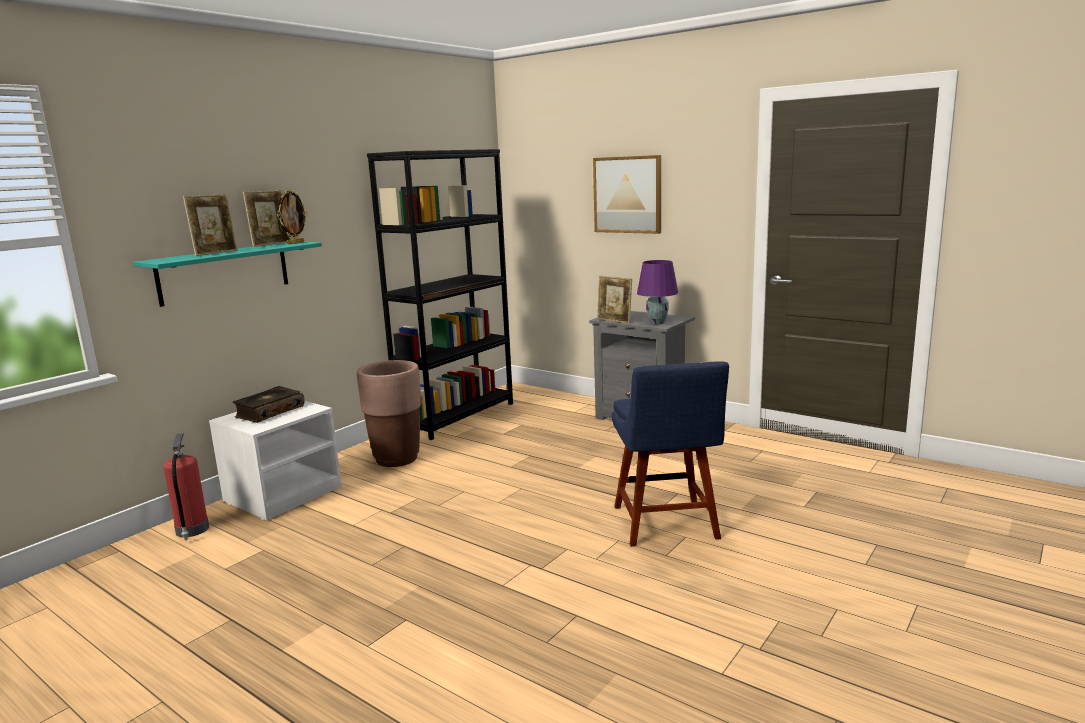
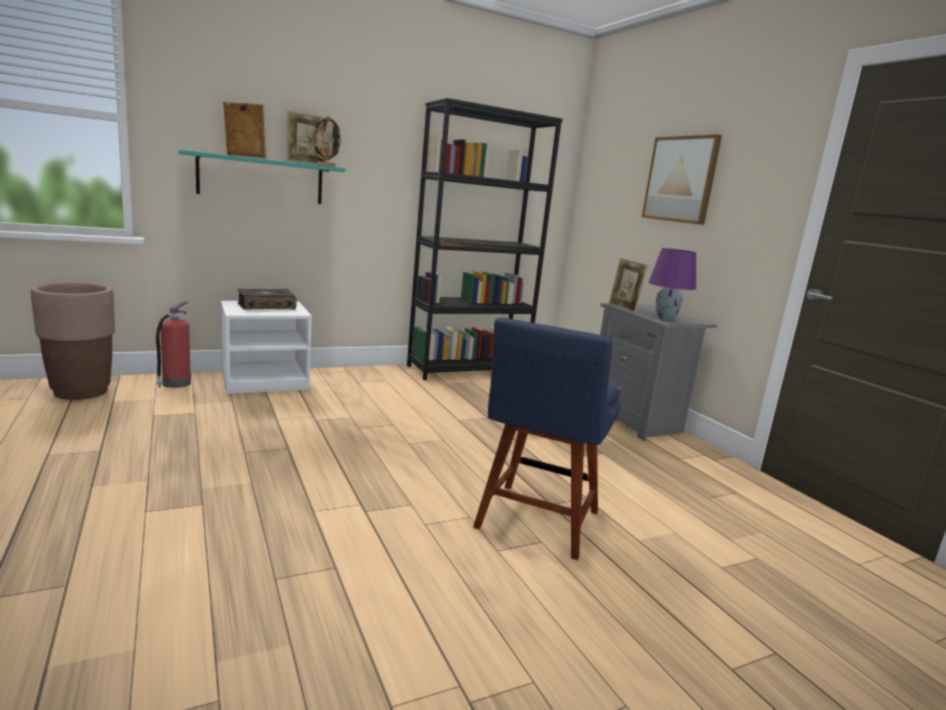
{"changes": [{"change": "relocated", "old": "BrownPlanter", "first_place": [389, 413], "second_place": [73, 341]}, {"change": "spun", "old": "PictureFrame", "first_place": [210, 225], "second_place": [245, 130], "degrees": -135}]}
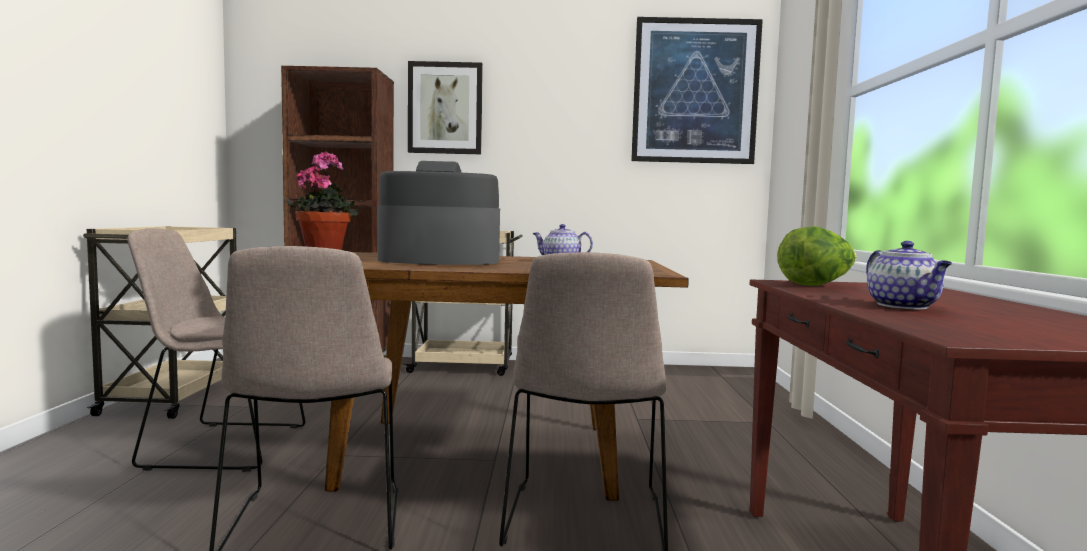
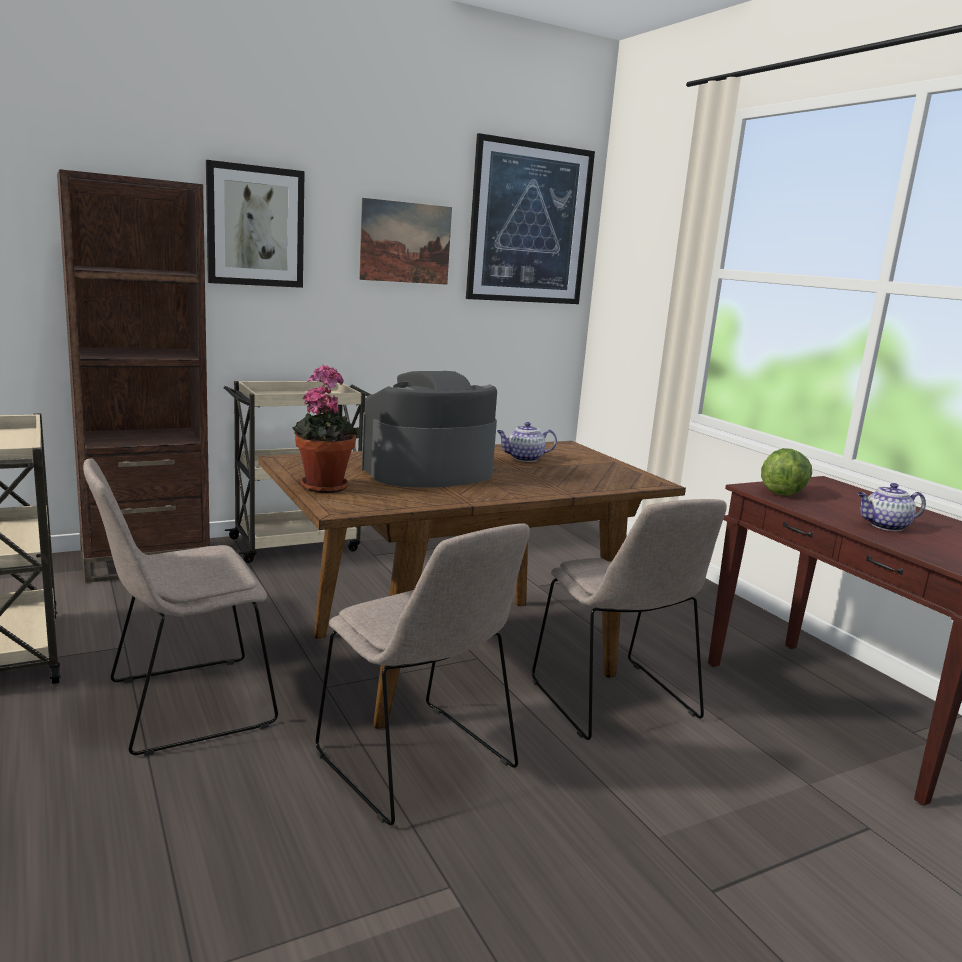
{"changes": [{"change": "appeared", "new": "Picture", "second_place": [405, 241]}, {"change": "spun", "old": "Teapot", "first_place": [909, 275], "second_place": [891, 507], "degrees": 120}]}
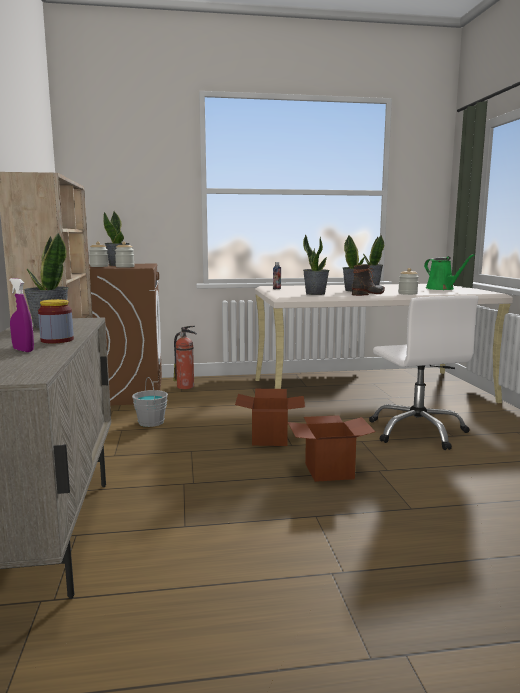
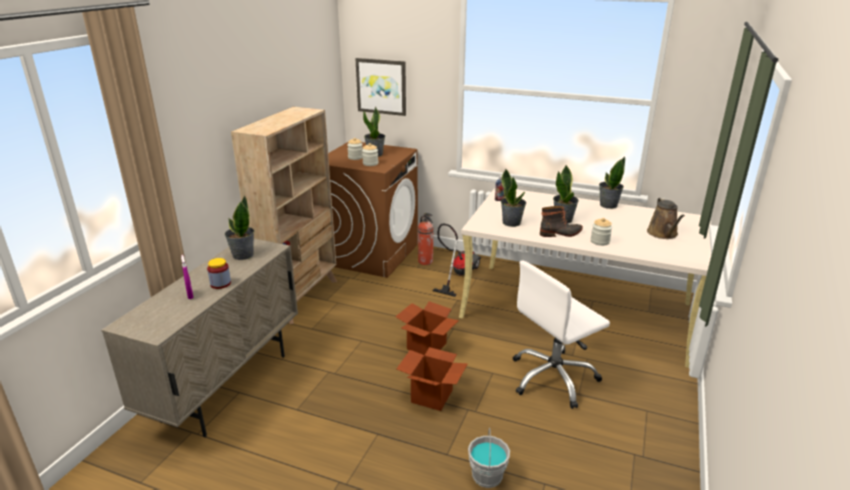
{"changes": [{"change": "appeared", "new": "Picture", "second_place": [380, 87]}, {"change": "appeared", "new": "VacuumCleaner", "second_place": [457, 260]}, {"change": "relocated", "old": "GreyBucket", "first_place": [150, 402], "second_place": [489, 458]}, {"change": "colour", "old": "GreenWateringCan", "new": "BrownWateringCan", "first_place": [449, 272], "second_place": [666, 218]}, {"change": "spun", "old": "WhiteOfficeChair", "first_place": [424, 373], "second_place": [561, 334], "degrees": 45}]}
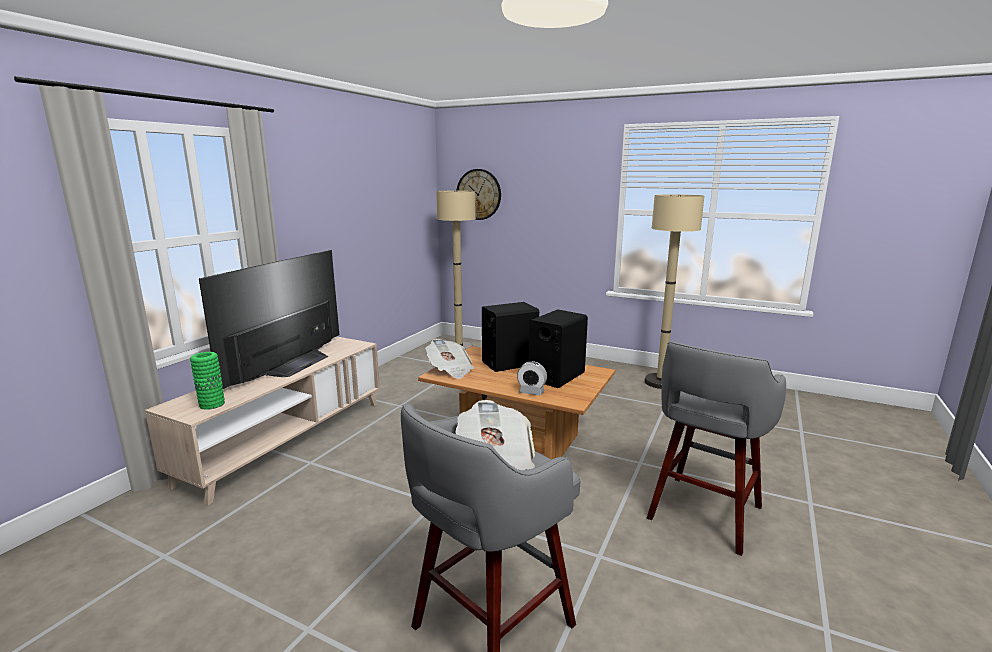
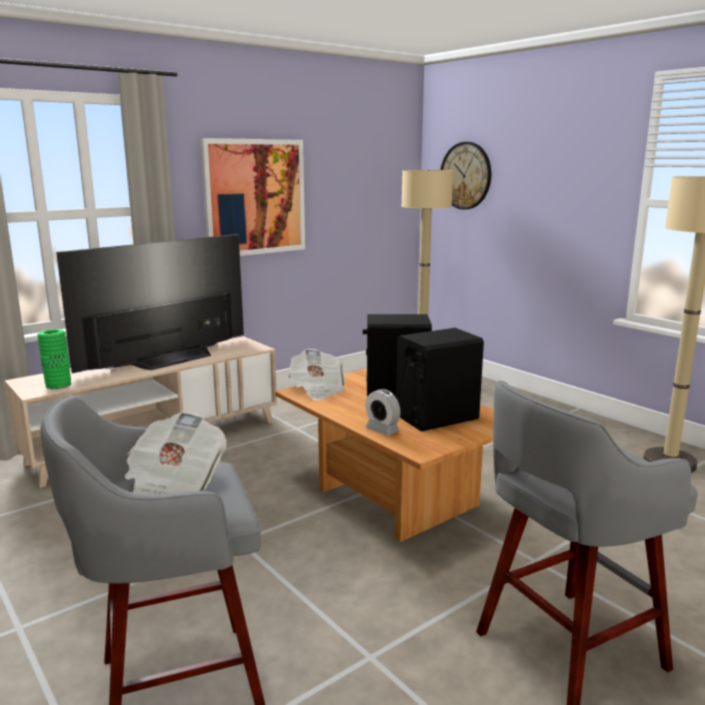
{"changes": [{"change": "appeared", "new": "Picture", "second_place": [252, 197]}]}
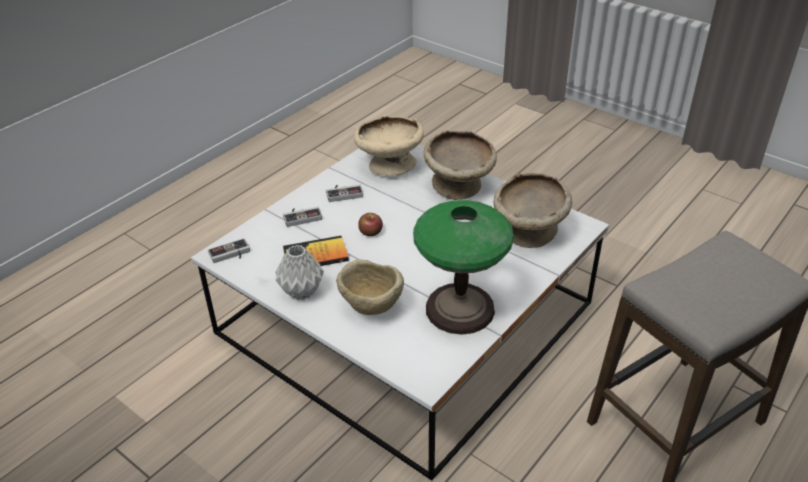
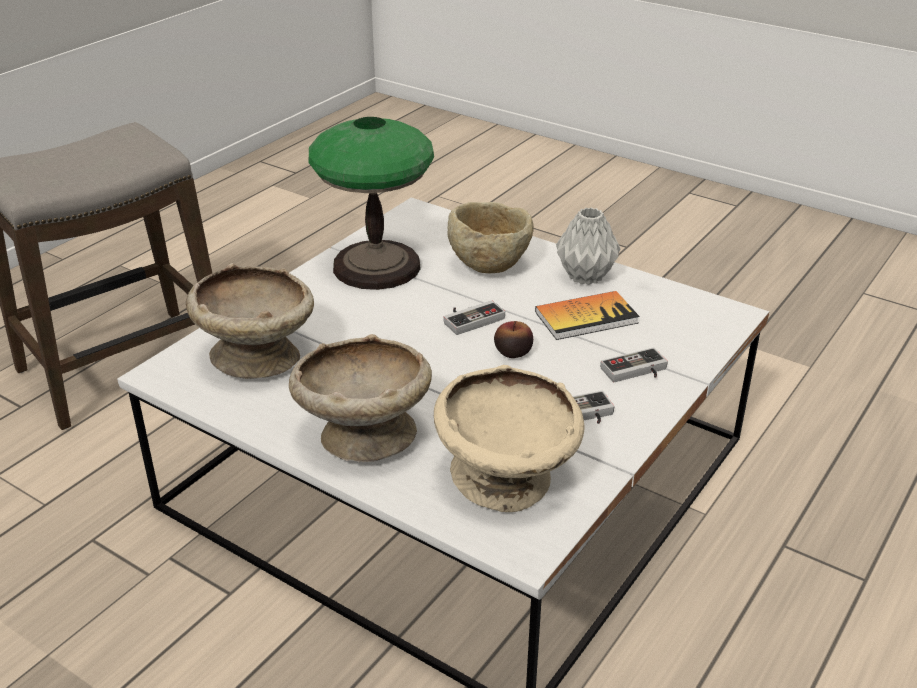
{"changes": [{"change": "relocated", "old": "GameController", "first_place": [229, 250], "second_place": [474, 317]}]}
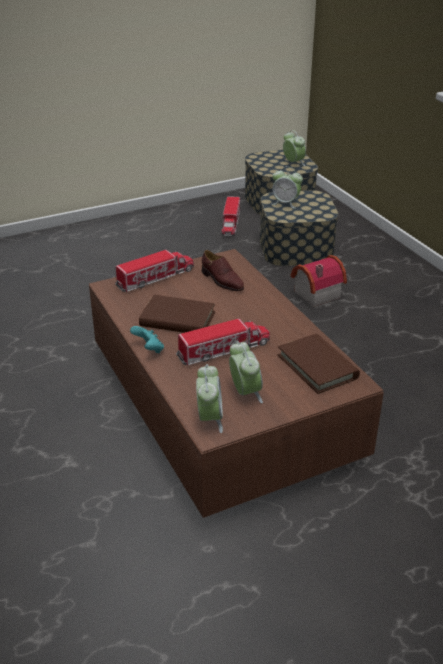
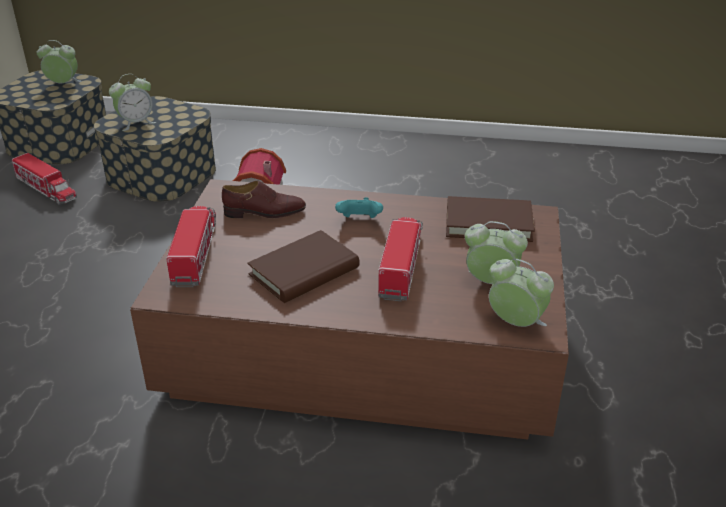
{"changes": [{"change": "relocated", "old": "TurquoiseGameController", "first_place": [147, 339], "second_place": [359, 207]}]}
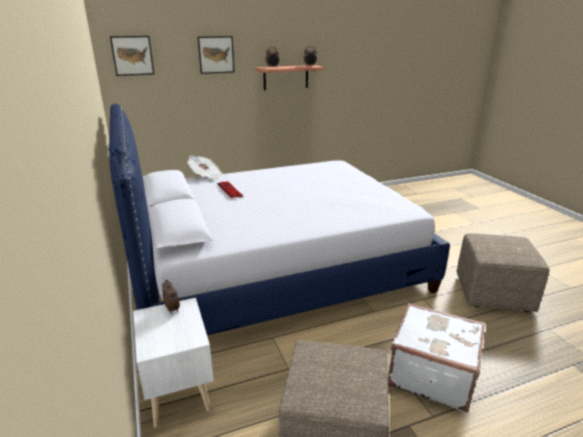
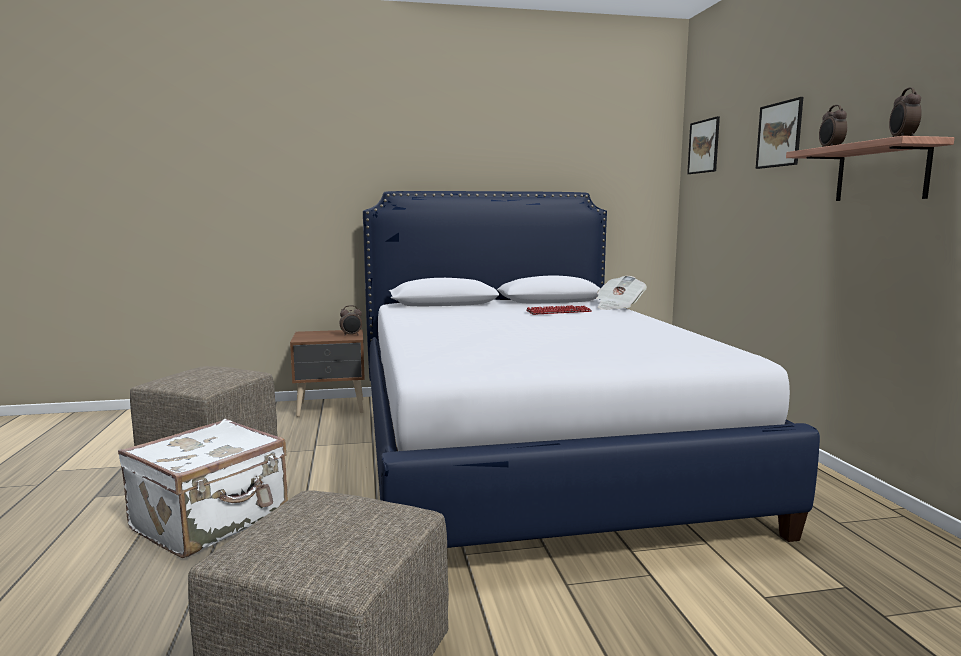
{"changes": [{"change": "colour", "old": "WhiteNightstand", "new": "BrownNightstand", "first_place": [173, 363], "second_place": [327, 373]}]}
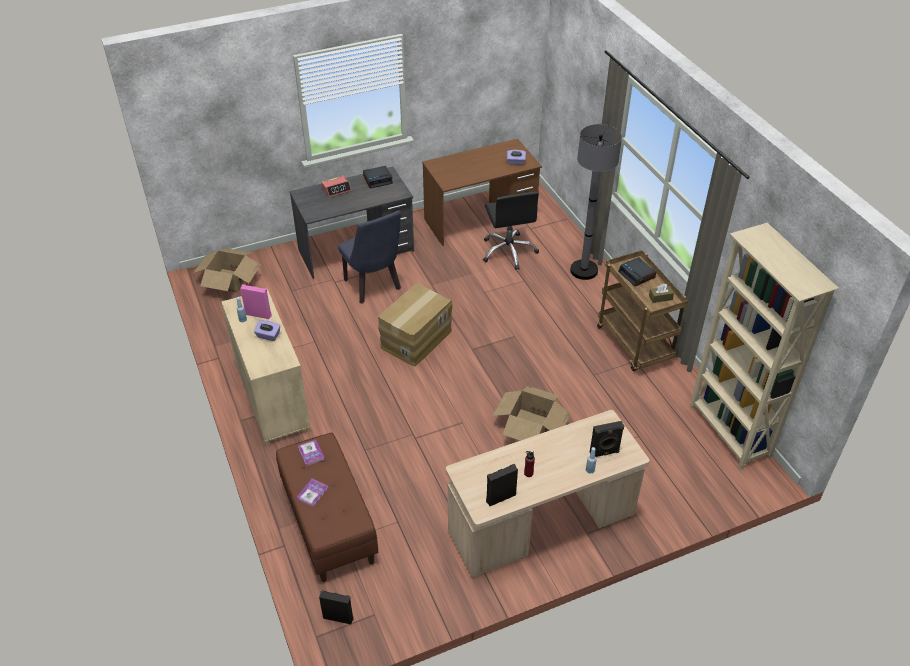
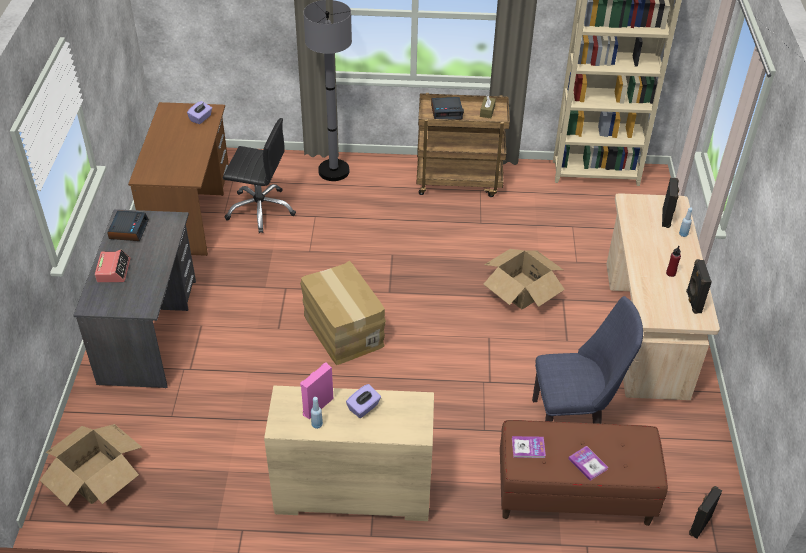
{"changes": [{"change": "relocated", "old": "BlueChair", "first_place": [369, 257], "second_place": [587, 360]}]}
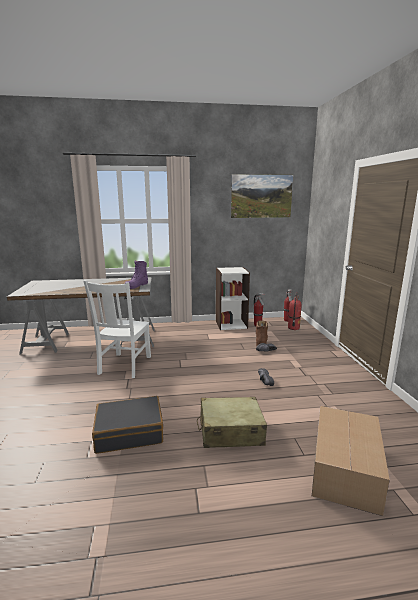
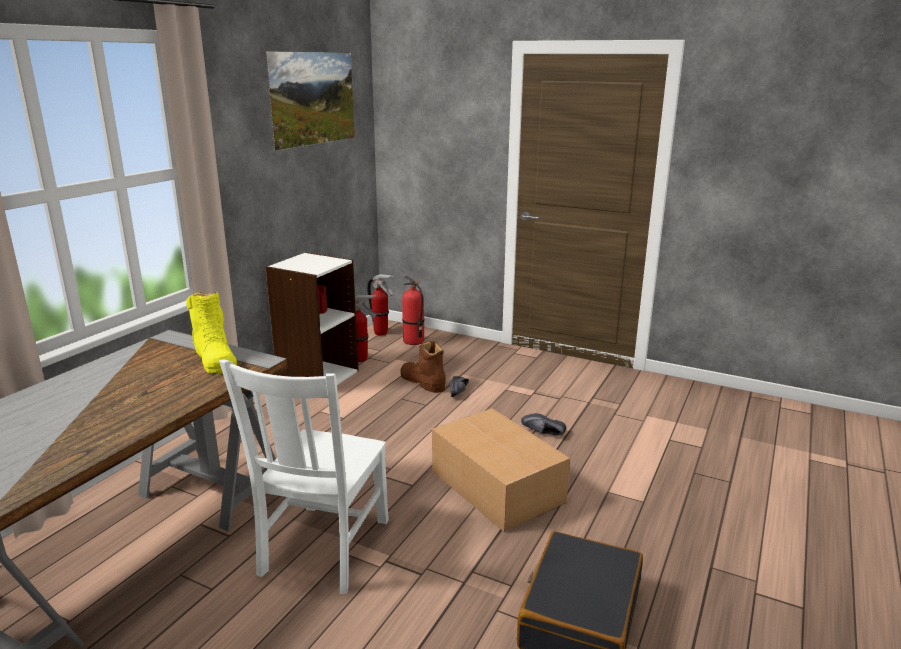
{"changes": [{"change": "missing", "old": "BeigeSuitcase", "first_place": [232, 422]}, {"change": "relocated", "old": "CardboardBox", "first_place": [351, 461], "second_place": [501, 470]}, {"change": "colour", "old": "PurpleBoot", "new": "YellowBoot", "first_place": [136, 274], "second_place": [211, 333]}, {"change": "spun", "old": "WhiteChair", "first_place": [117, 329], "second_place": [304, 476], "degrees": 60}]}
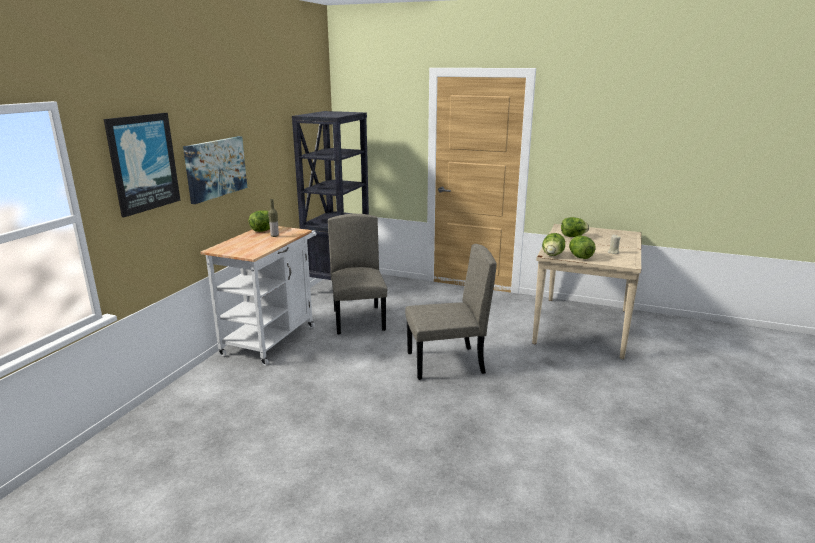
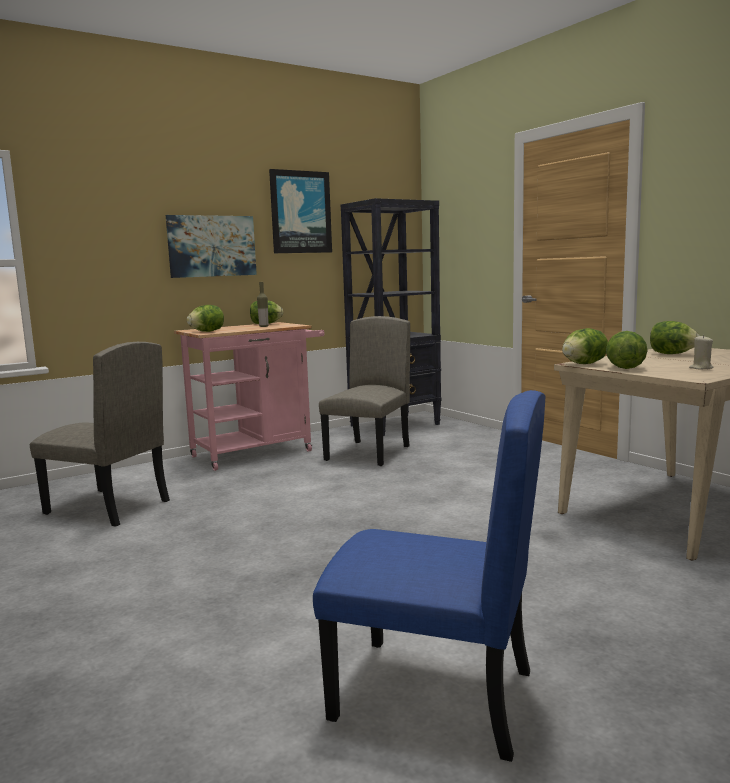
{"changes": [{"change": "appeared", "new": "Lettuce", "second_place": [205, 318]}, {"change": "appeared", "new": "BlueChair", "second_place": [429, 576]}, {"change": "relocated", "old": "Picture", "first_place": [142, 165], "second_place": [300, 211]}, {"change": "relocated", "old": "BeigeChair", "first_place": [451, 312], "second_place": [100, 434]}, {"change": "colour", "old": "WhiteCart", "new": "PinkCart", "first_place": [258, 296], "second_place": [249, 396]}]}
